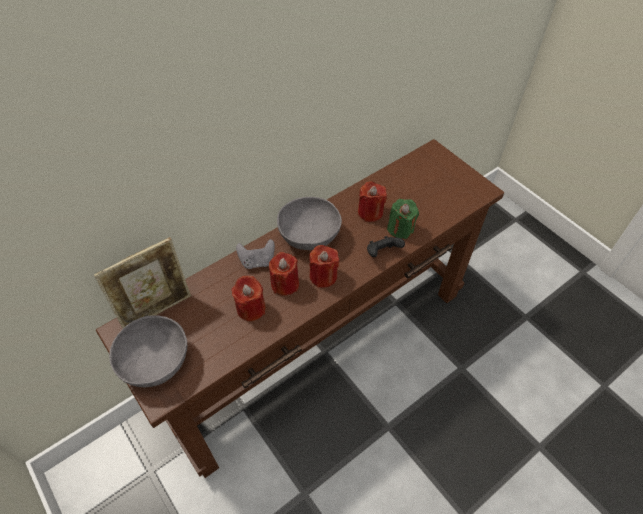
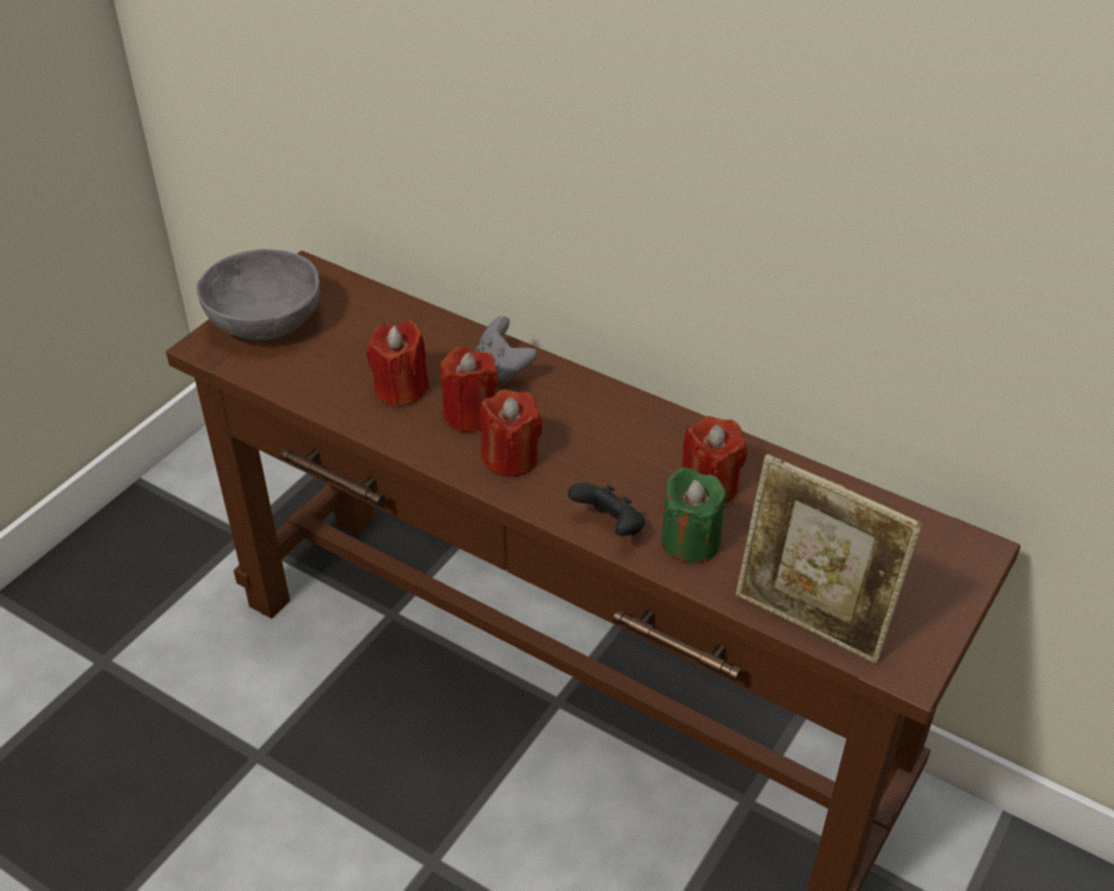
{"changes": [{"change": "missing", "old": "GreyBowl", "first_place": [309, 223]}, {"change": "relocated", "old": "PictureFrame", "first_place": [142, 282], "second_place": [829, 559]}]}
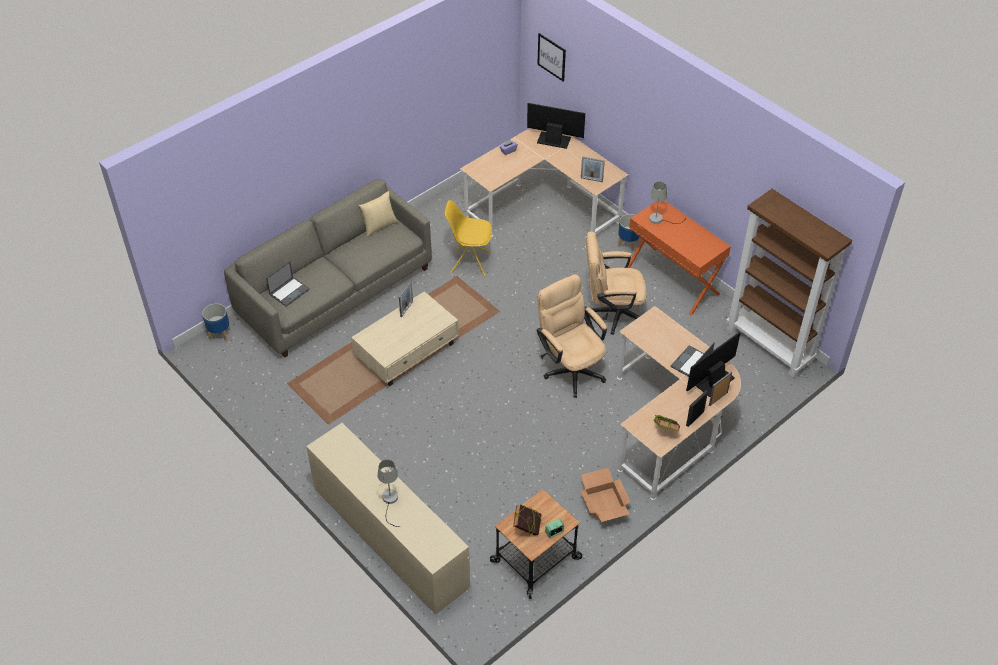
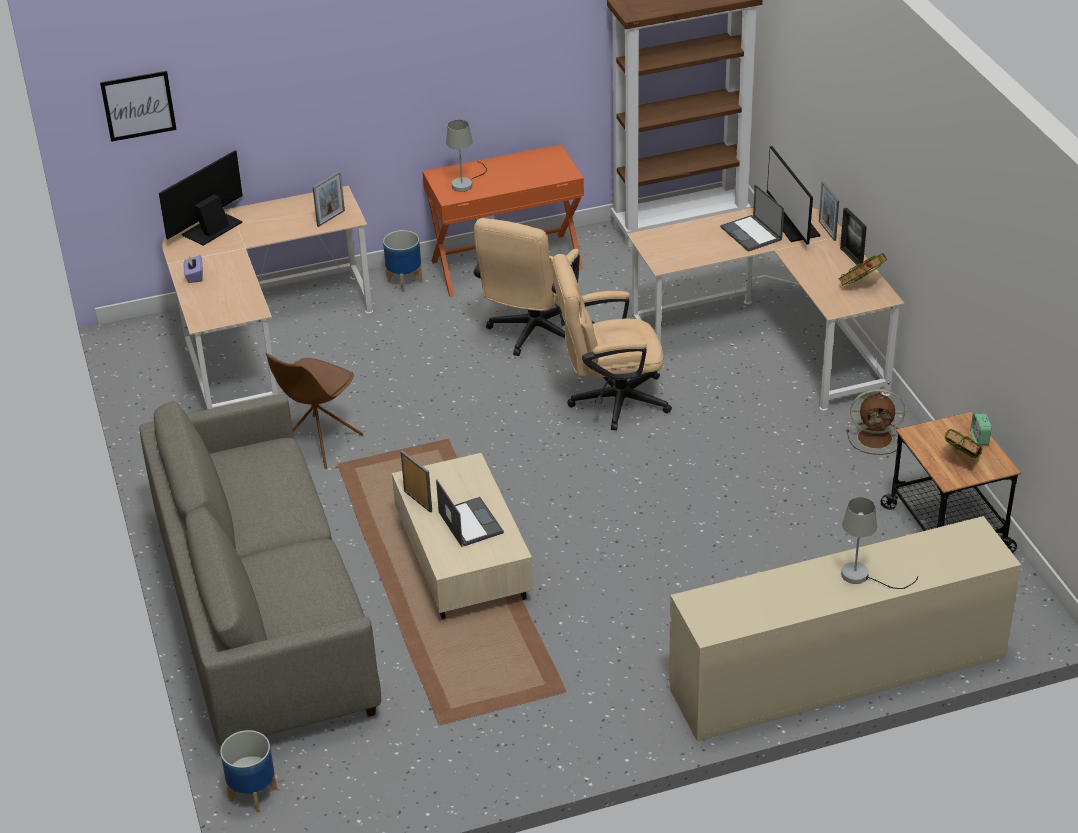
{"changes": [{"change": "missing", "old": "Pillow", "first_place": [378, 214]}, {"change": "relocated", "old": "Laptop", "first_place": [288, 284], "second_place": [470, 513]}, {"change": "exchanged", "old": "CardboardBox", "new": "BrownFan", "first_place": [605, 494], "second_place": [875, 422]}, {"change": "colour", "old": "YellowChair", "new": "BrownChair", "first_place": [468, 238], "second_place": [314, 411]}]}
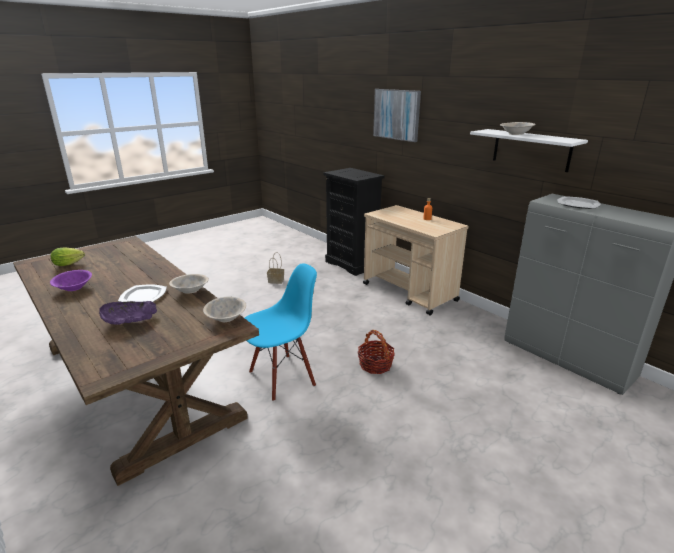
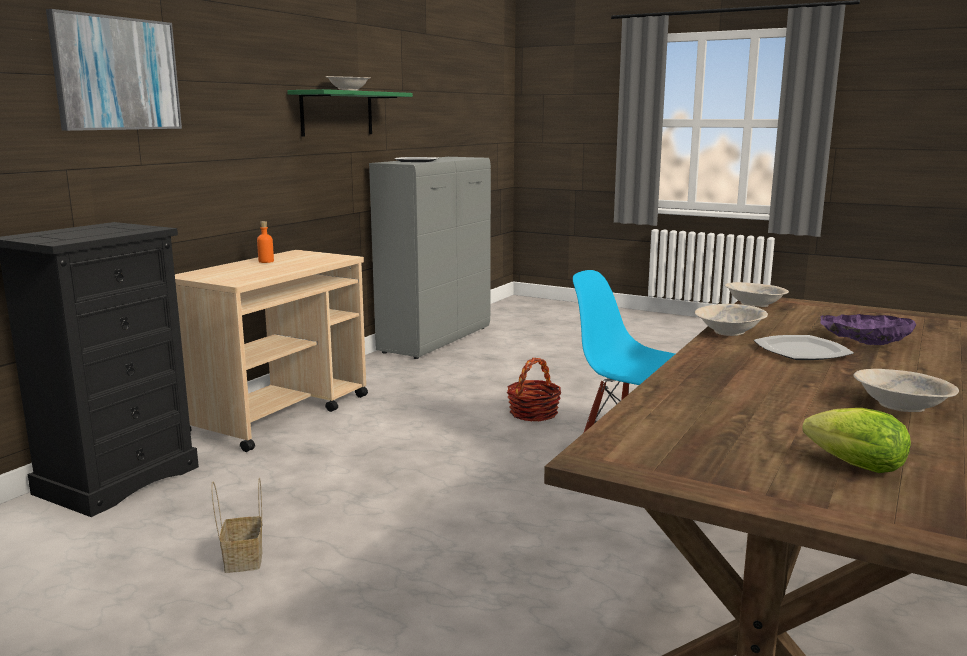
{"changes": [{"change": "colour", "old": "PurpleBowl", "new": "BeigeBowl", "first_place": [71, 280], "second_place": [906, 390]}, {"change": "colour", "old": "WhiteShelf", "new": "GreenShelf", "first_place": [529, 150], "second_place": [350, 113]}]}
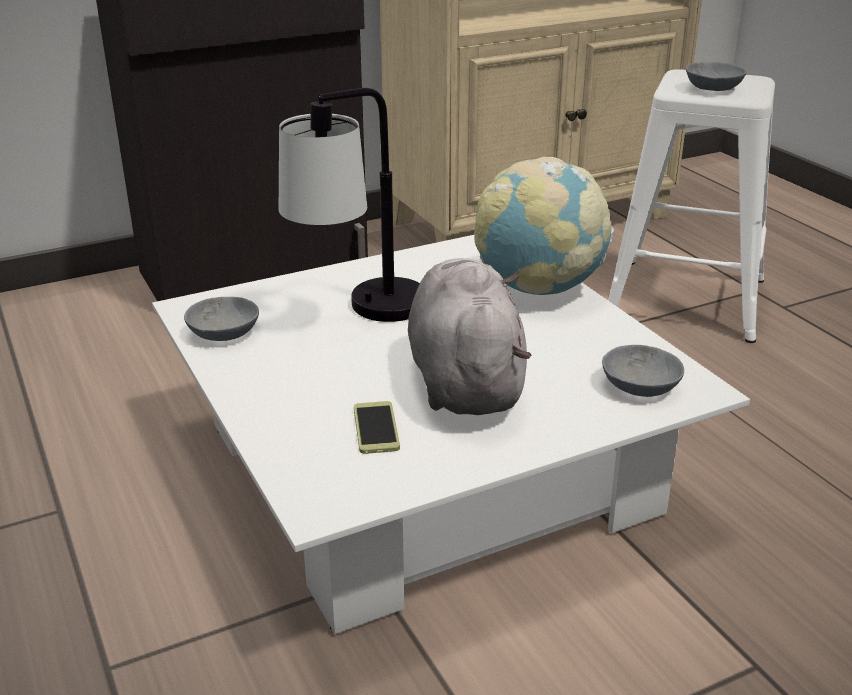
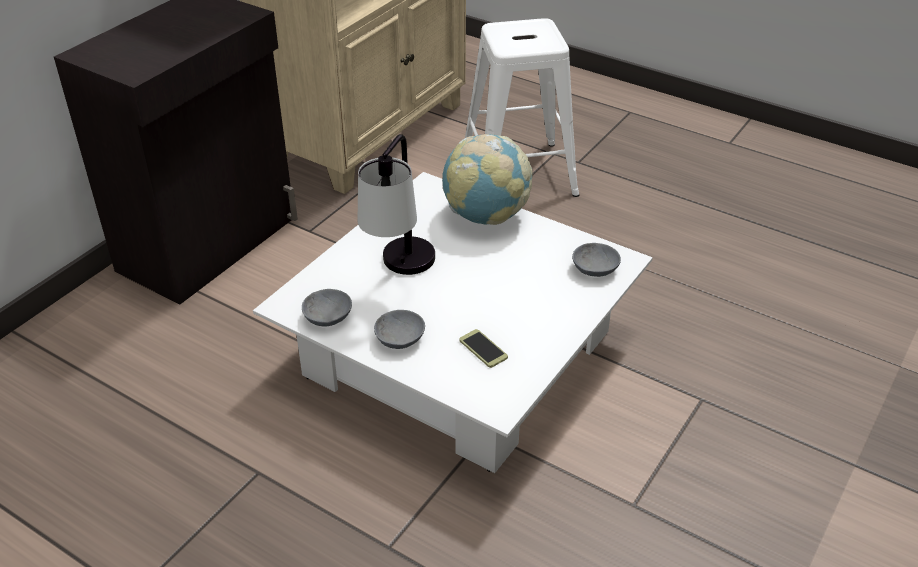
{"changes": [{"change": "missing", "old": "GreyPlushToy", "first_place": [469, 336]}, {"change": "relocated", "old": "GreyBowl", "first_place": [716, 76], "second_place": [399, 329]}]}
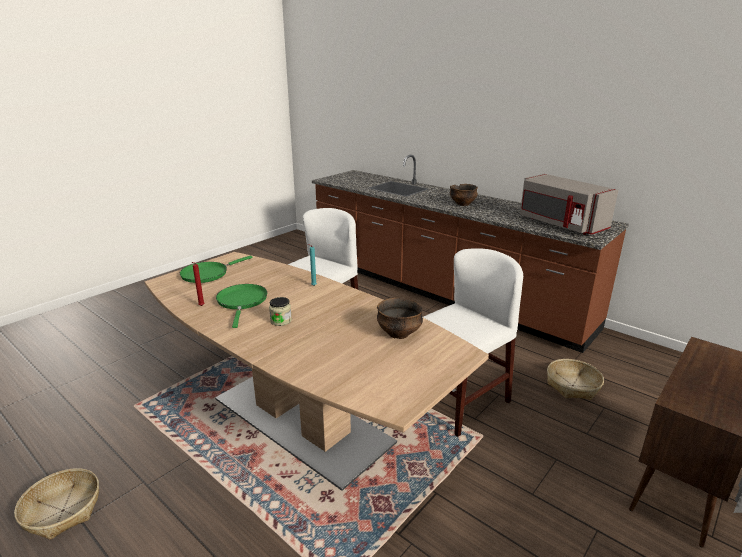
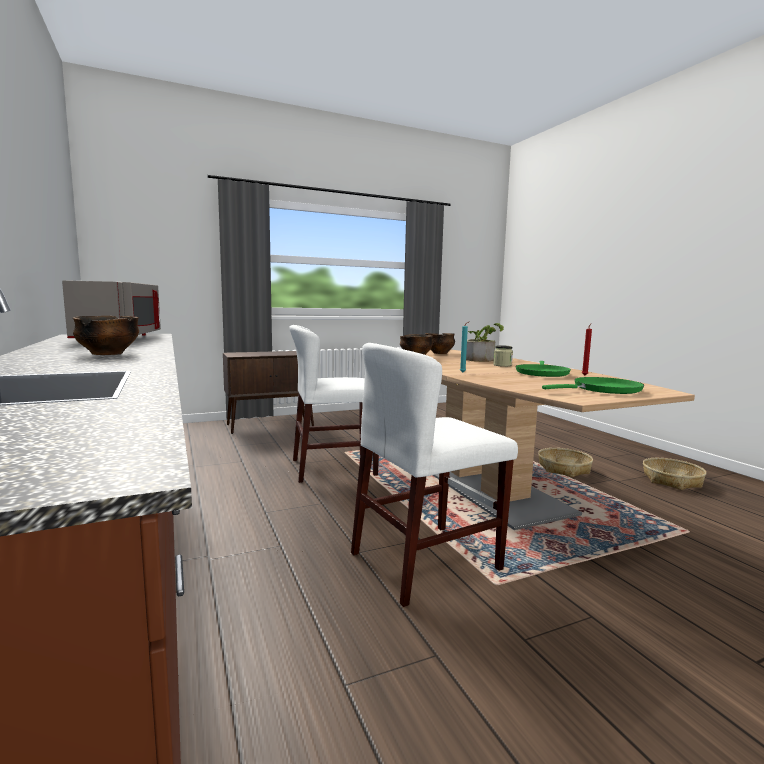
{"changes": [{"change": "appeared", "new": "Bowl", "second_place": [440, 343]}, {"change": "appeared", "new": "PottedPlant", "second_place": [485, 342]}, {"change": "relocated", "old": "Basket", "first_place": [575, 379], "second_place": [565, 463]}]}
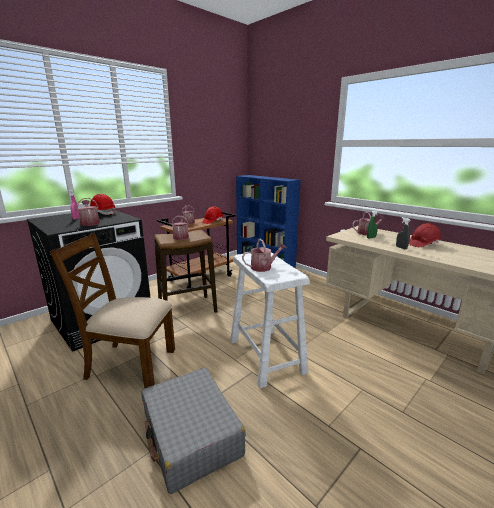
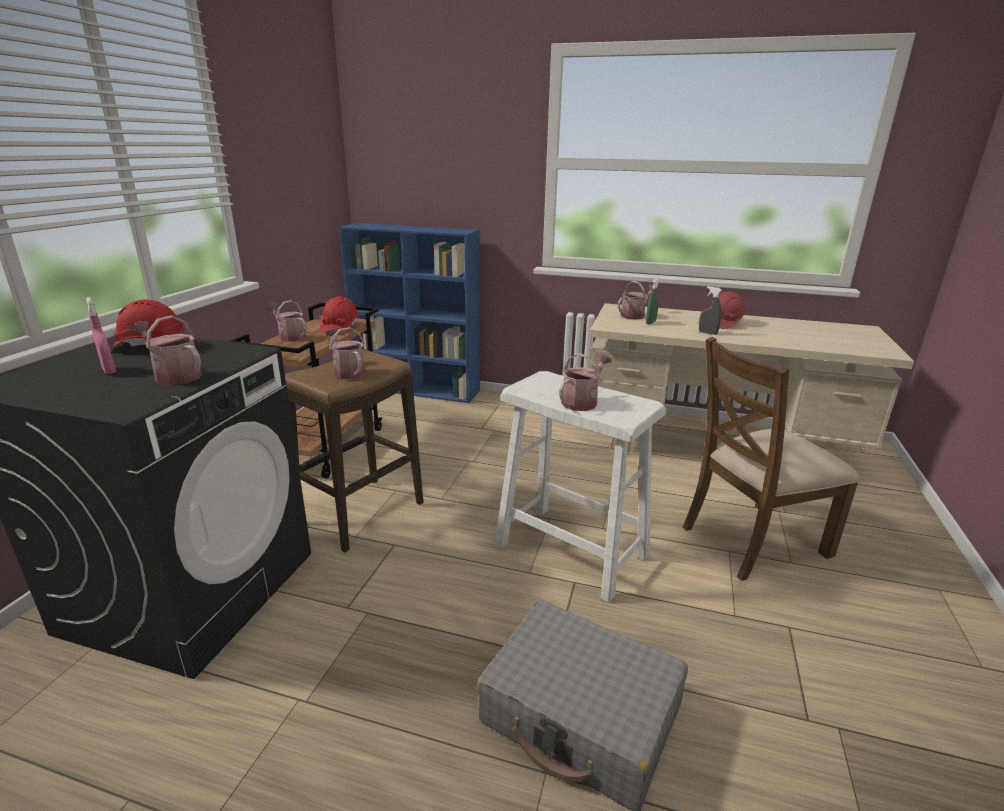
{"changes": [{"change": "relocated", "old": "BrownChair", "first_place": [112, 310], "second_place": [770, 459]}]}
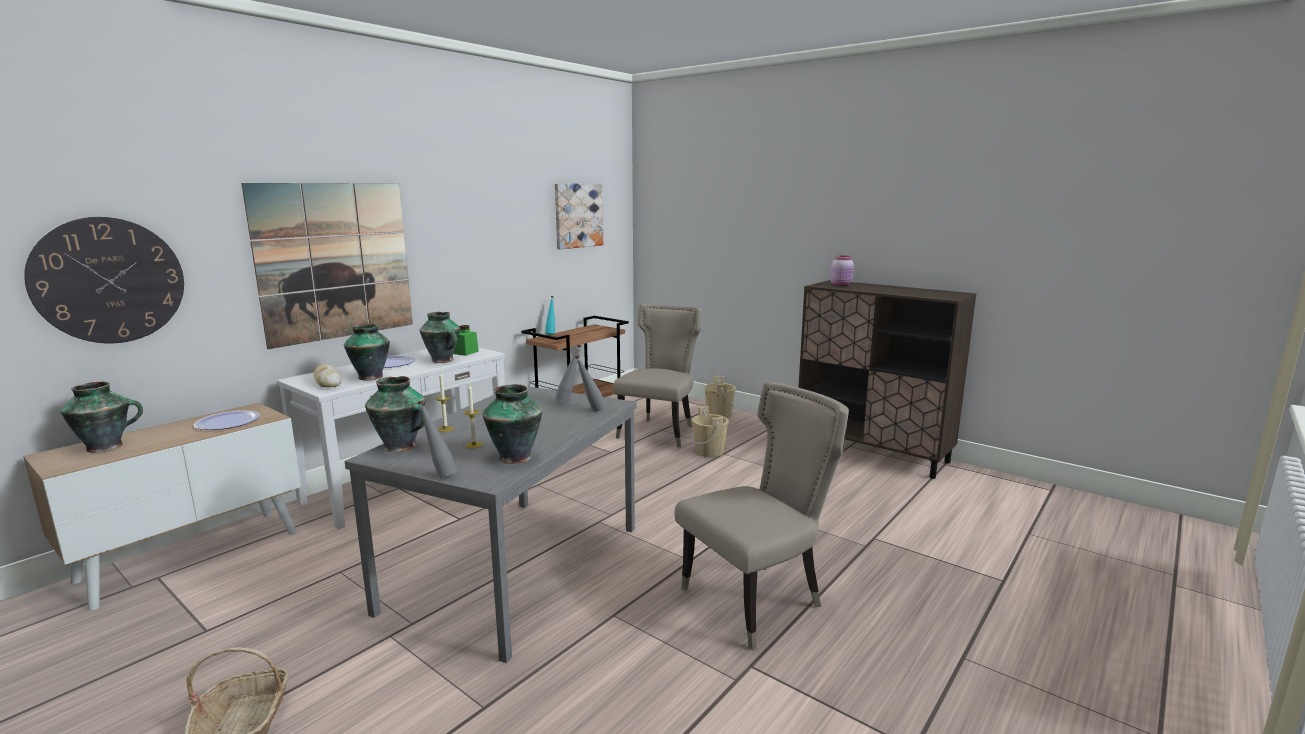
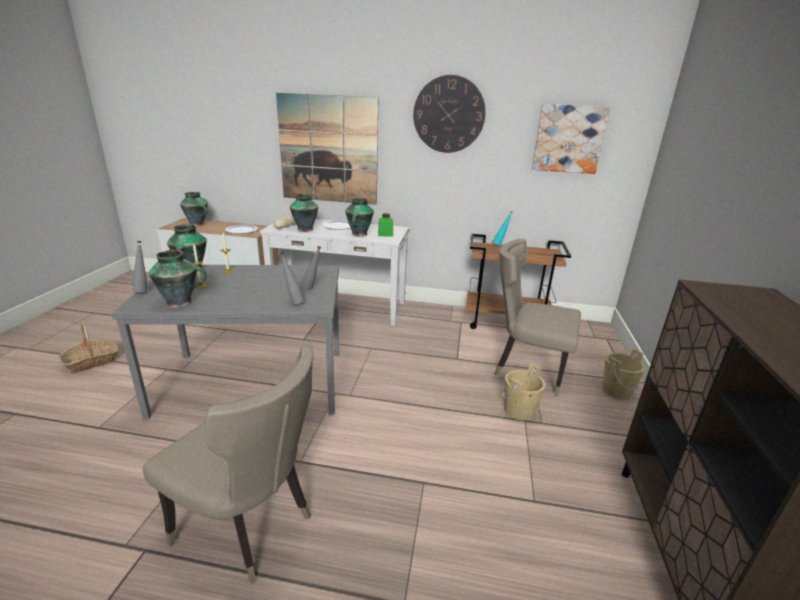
{"changes": [{"change": "missing", "old": "PinkJar", "first_place": [842, 271]}, {"change": "relocated", "old": "WallClock", "first_place": [104, 280], "second_place": [449, 114]}, {"change": "spun", "old": "BeigeChair", "first_place": [657, 376], "second_place": [538, 317], "degrees": -150}]}
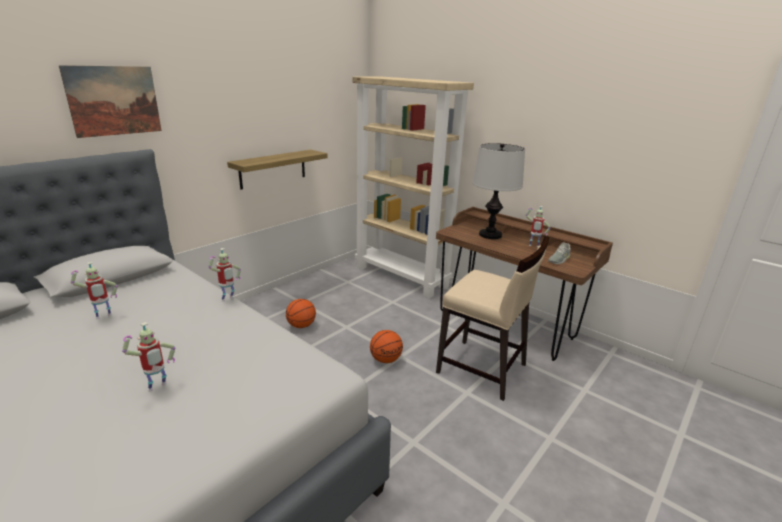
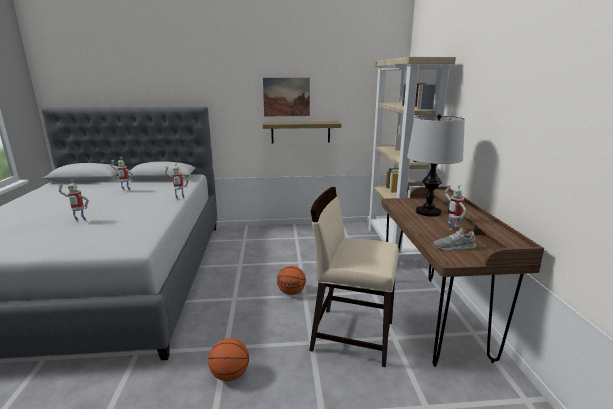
{"changes": [{"change": "relocated", "old": "Picture", "first_place": [110, 101], "second_place": [286, 97]}, {"change": "relocated", "old": "Basketball", "first_place": [301, 313], "second_place": [228, 359]}, {"change": "spun", "old": "BeigeChair", "first_place": [492, 318], "second_place": [354, 277], "degrees": 120}]}
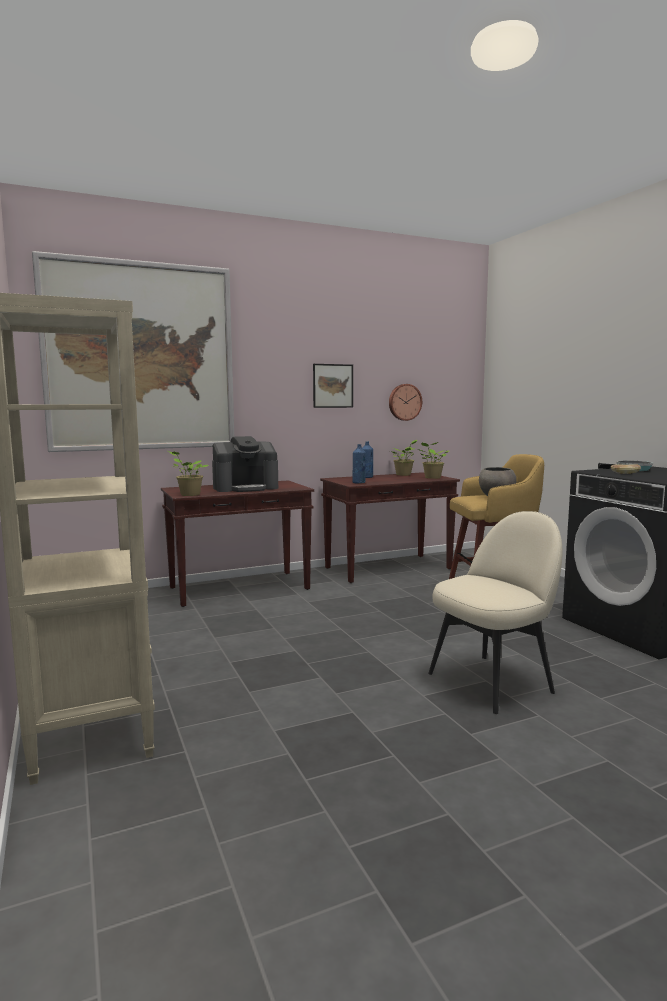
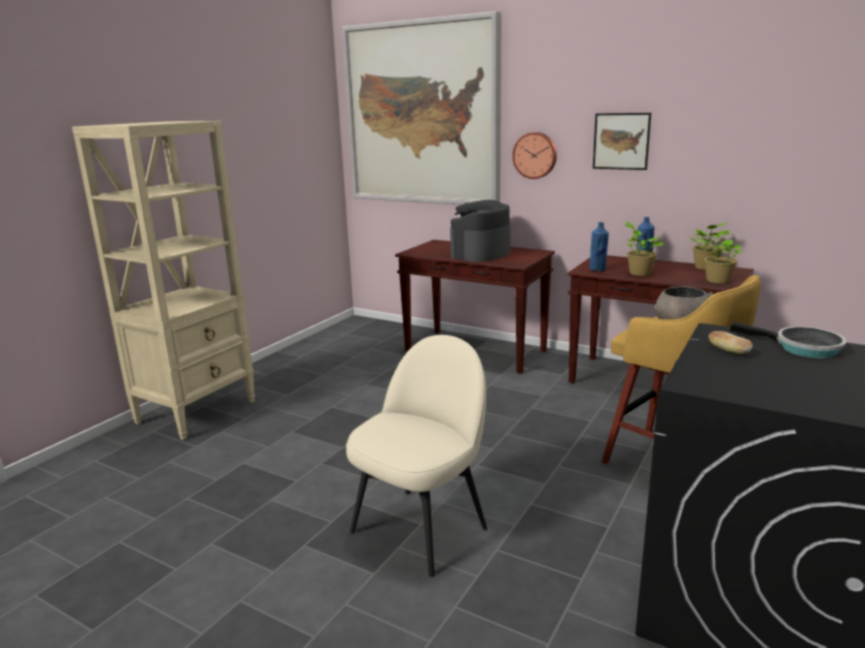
{"changes": [{"change": "relocated", "old": "PottedPlant", "first_place": [188, 473], "second_place": [644, 248]}, {"change": "relocated", "old": "WallClock", "first_place": [405, 402], "second_place": [534, 155]}, {"change": "spun", "old": "CoffeeMachine", "first_place": [245, 464], "second_place": [480, 231], "degrees": 90}, {"change": "spun", "old": "BeigeChair", "first_place": [495, 612], "second_place": [416, 456], "degrees": -75}]}
